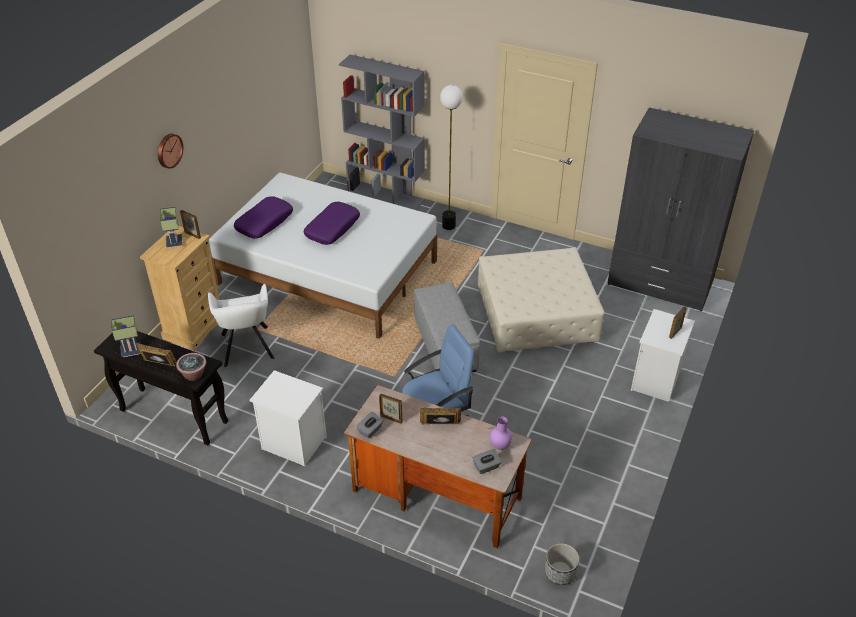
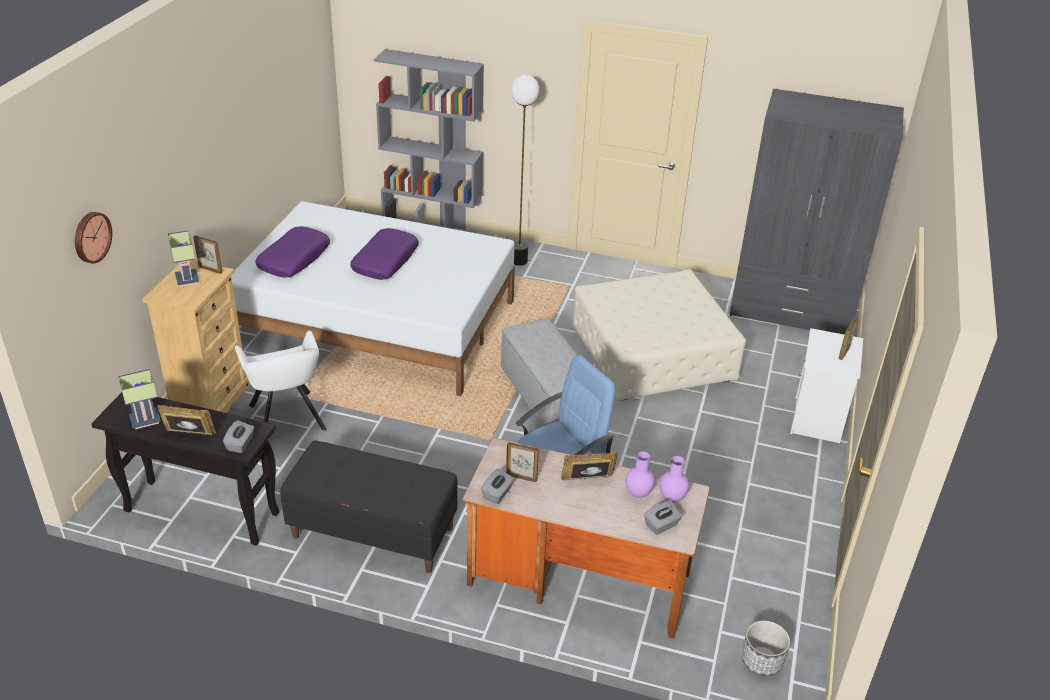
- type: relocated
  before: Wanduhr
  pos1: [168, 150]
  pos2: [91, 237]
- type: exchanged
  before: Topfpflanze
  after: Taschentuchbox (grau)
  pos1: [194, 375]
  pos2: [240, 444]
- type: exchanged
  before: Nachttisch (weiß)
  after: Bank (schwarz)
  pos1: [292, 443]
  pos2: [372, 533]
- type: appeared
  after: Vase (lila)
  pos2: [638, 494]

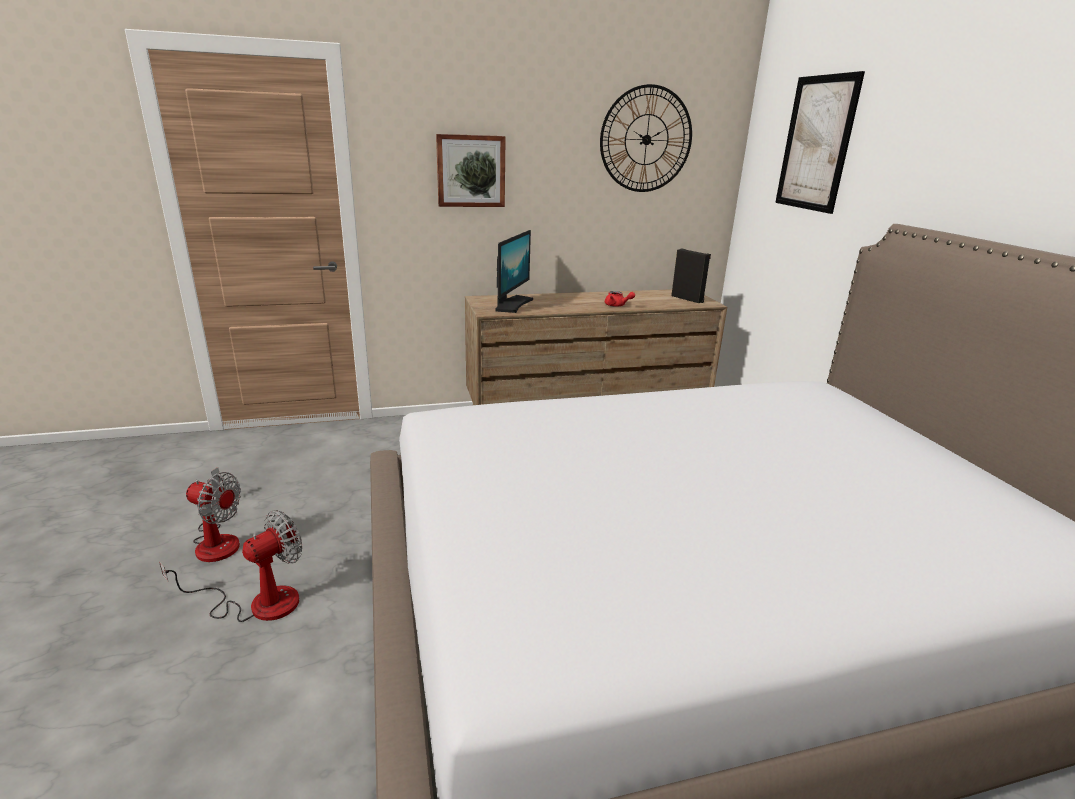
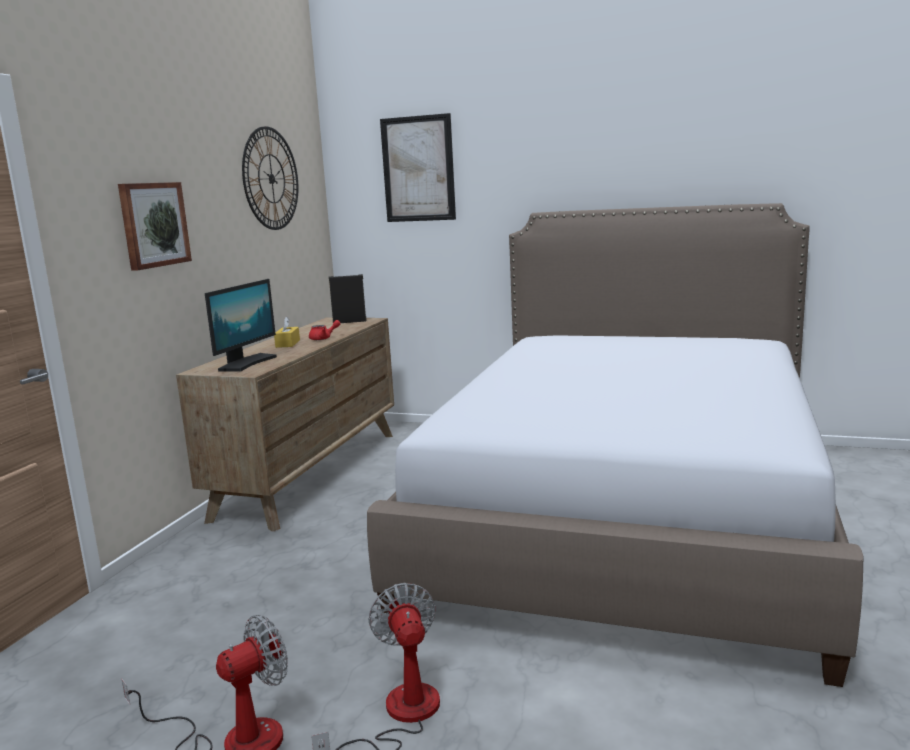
- type: spun
  before: Monitor
  pos1: [512, 304]
  pos2: [246, 363]
  turn: 60
- type: appeared
  after: Taschentuchbox (gelb)
  pos2: [288, 343]

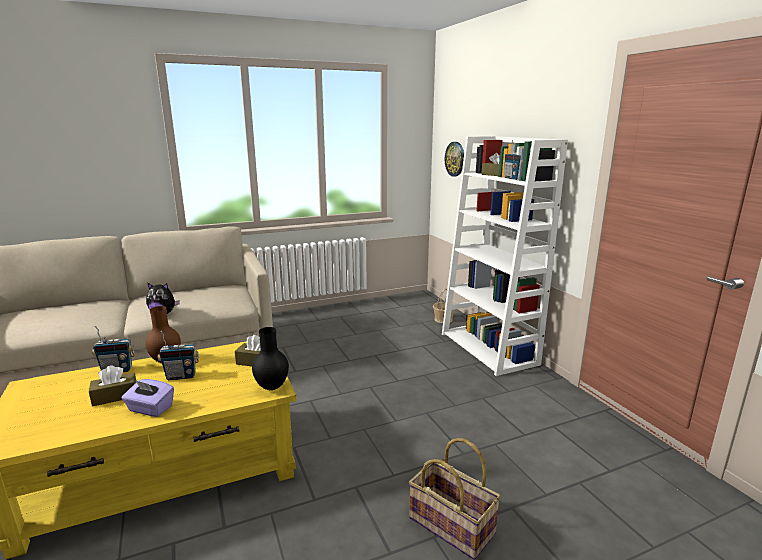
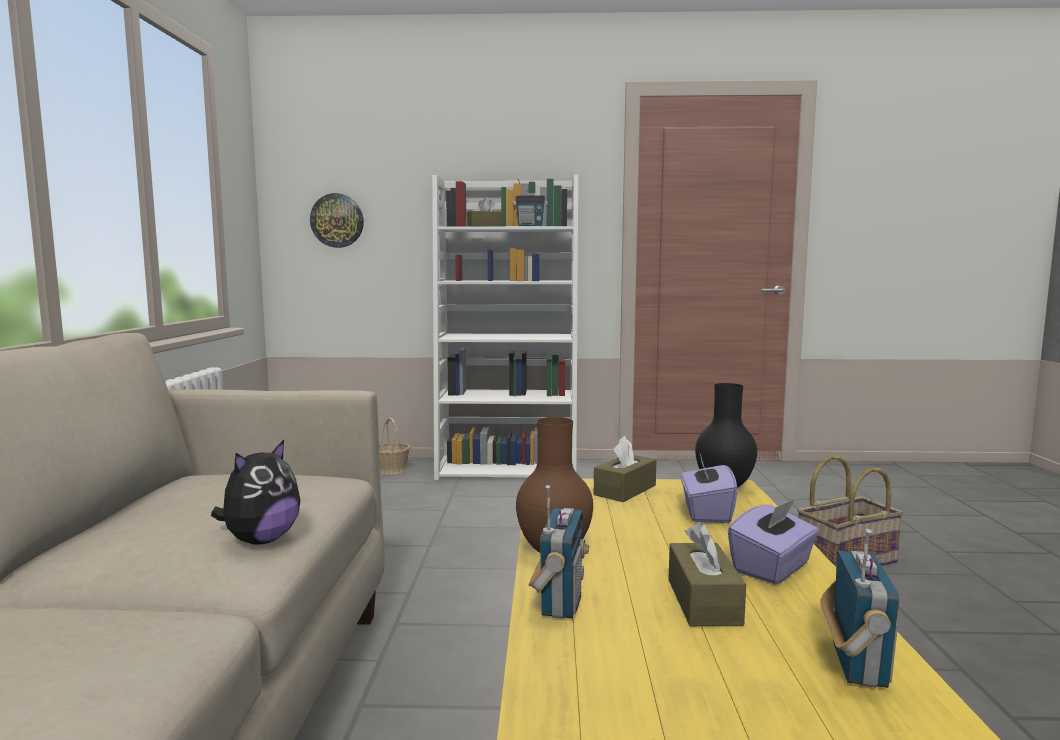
- type: relocated
  before: Radio
  pos1: [181, 376]
  pos2: [856, 665]
- type: appeared
  after: Taschentuchbox (lila)
  pos2: [706, 512]

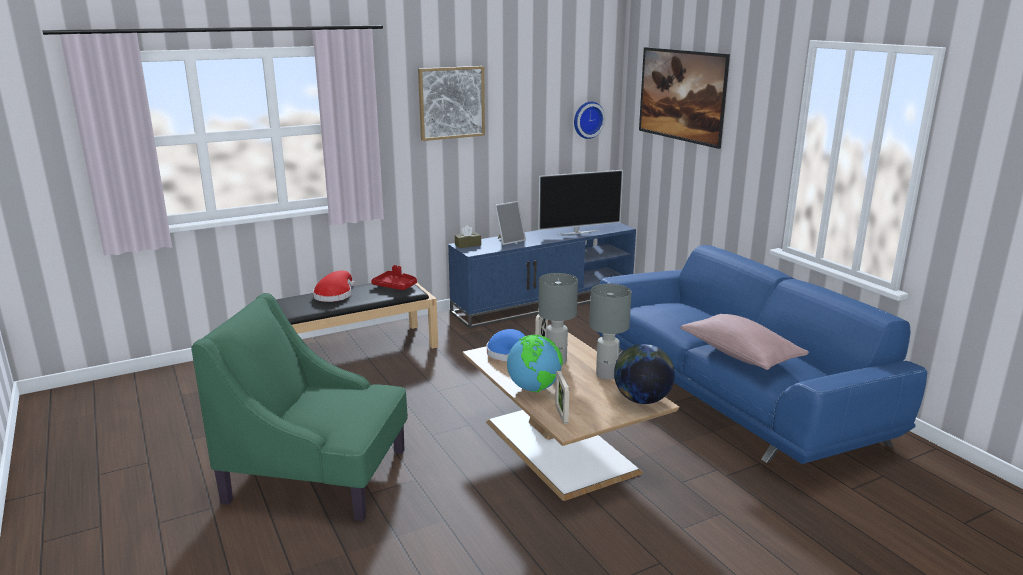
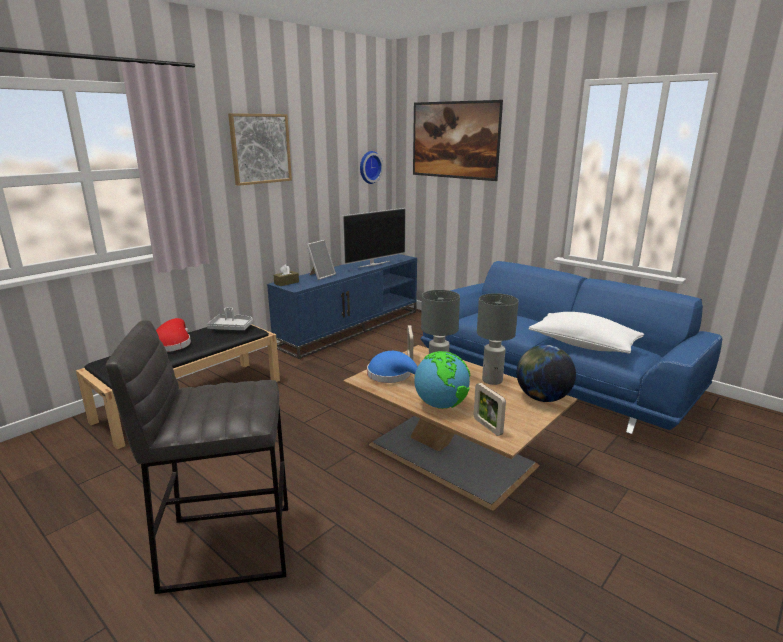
- type: colour
  before: Tablett (rot)
  after: Tablett (grau)
  pos1: [395, 286]
  pos2: [231, 327]
- type: exchanged
  before: Sessel (grün)
  after: Hocker (grau)
  pos1: [319, 475]
  pos2: [227, 545]
- type: colour
  before: Kissen (rosa)
  after: Kissen (weiß)
  pos1: [740, 355]
  pos2: [583, 345]

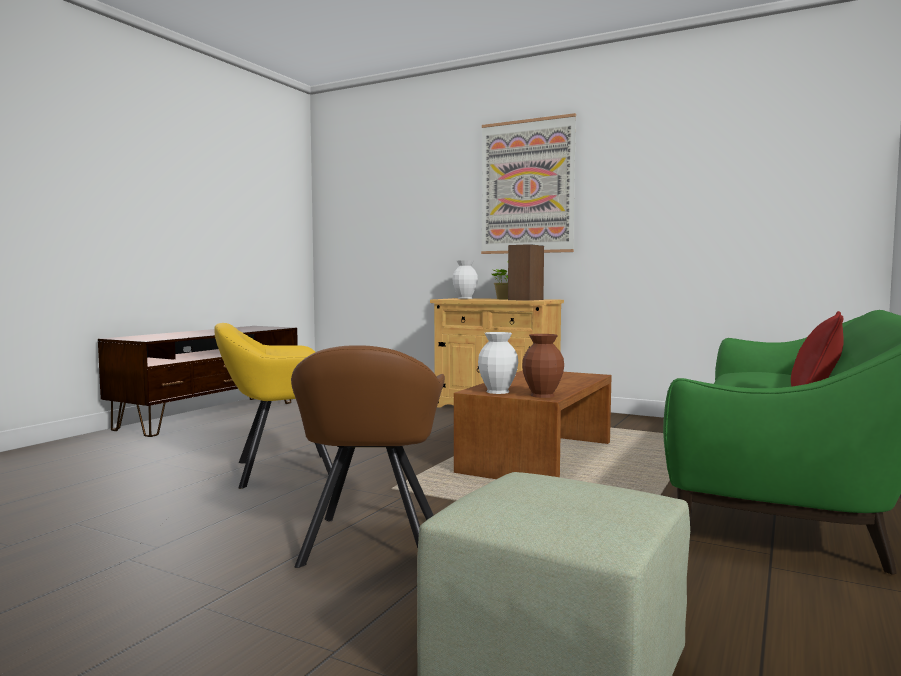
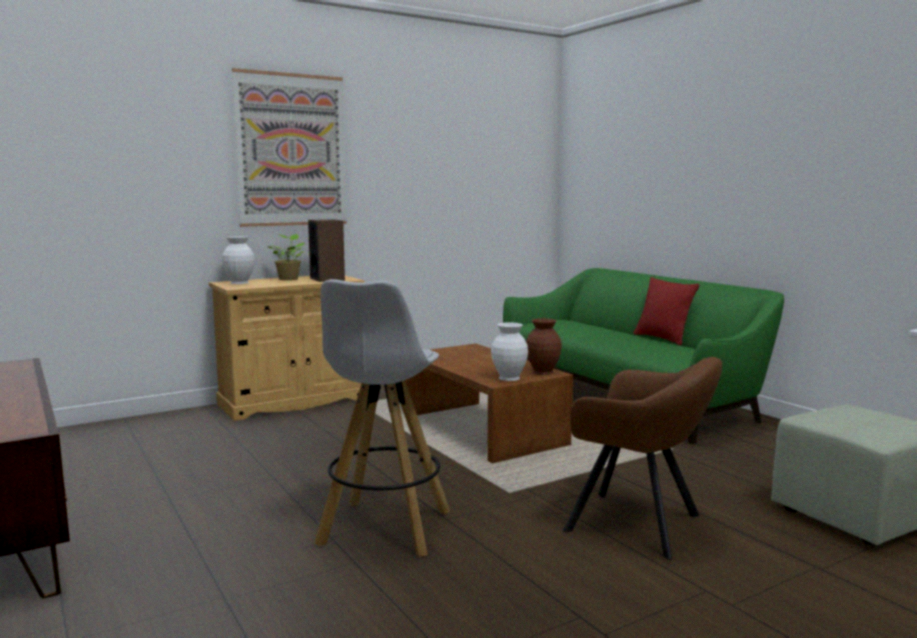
- type: exchanged
  before: Sessel (gelb)
  after: Hocker (weiß)
  pos1: [279, 470]
  pos2: [384, 529]

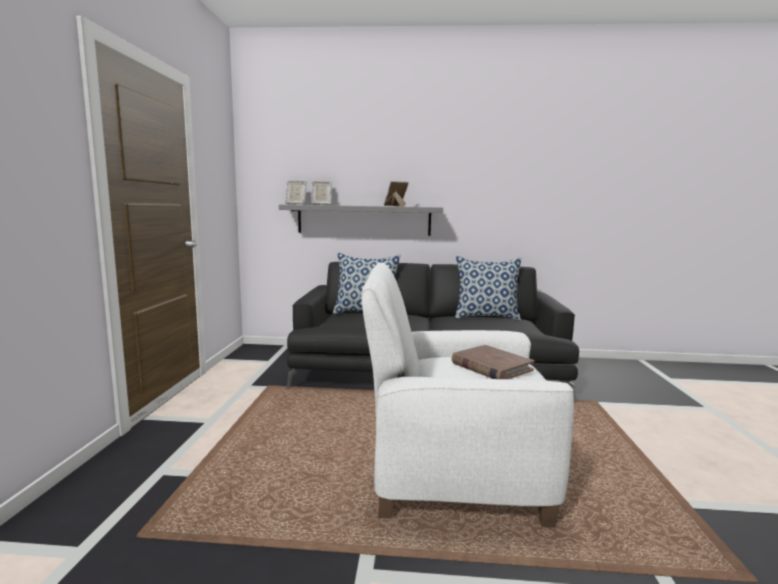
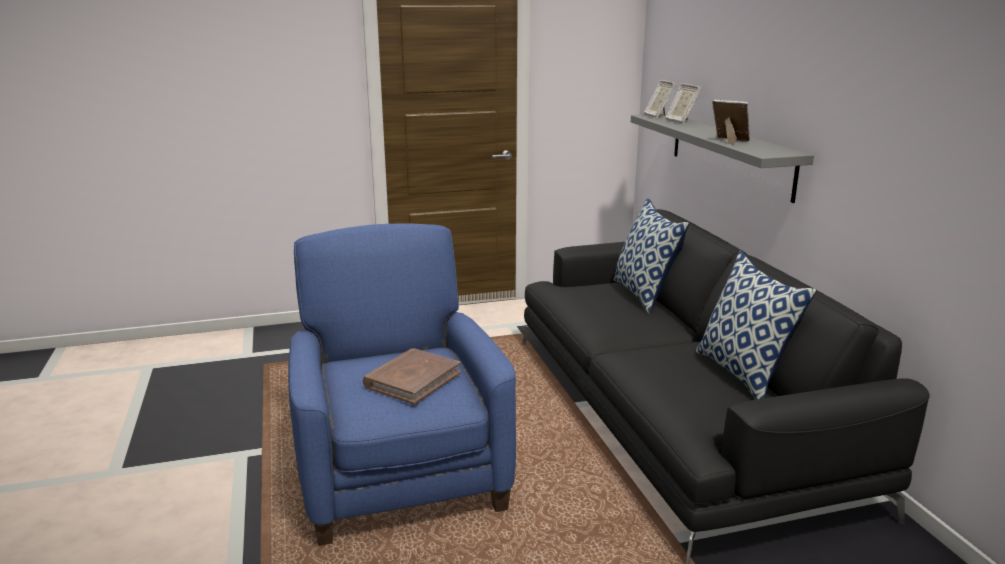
- type: colour
  before: Sessel (weiß)
  after: Sessel (blau)
  pos1: [453, 471]
  pos2: [400, 474]

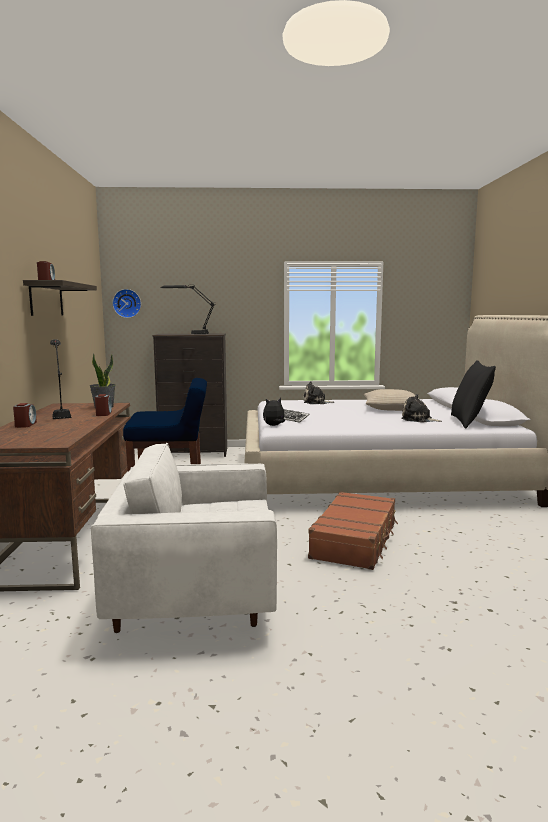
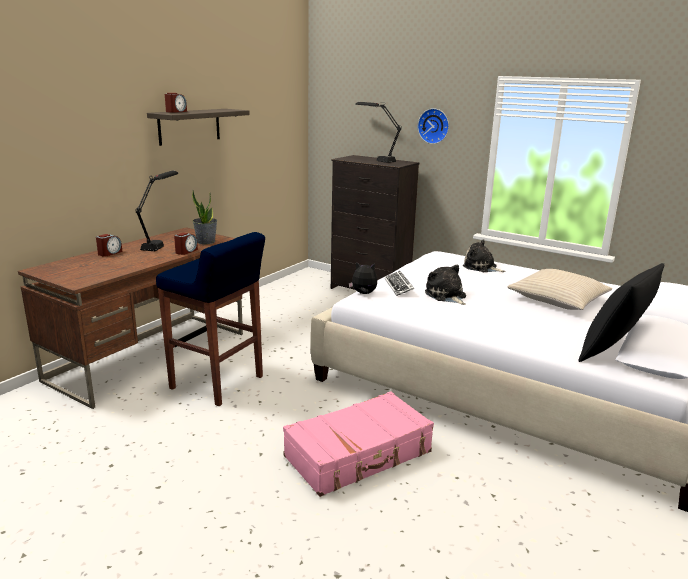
- type: relocated
  before: Wanduhr
  pos1: [127, 303]
  pos2: [434, 126]
- type: relocated
  before: Plüschtier
  pos1: [418, 419]
  pos2: [446, 296]
- type: missing
  before: Sessel (weiß)
  pos1: [196, 597]
- type: colour
  before: Koffer (braun)
  after: Koffer (rosa)
  pos1: [355, 540]
  pos2: [359, 455]

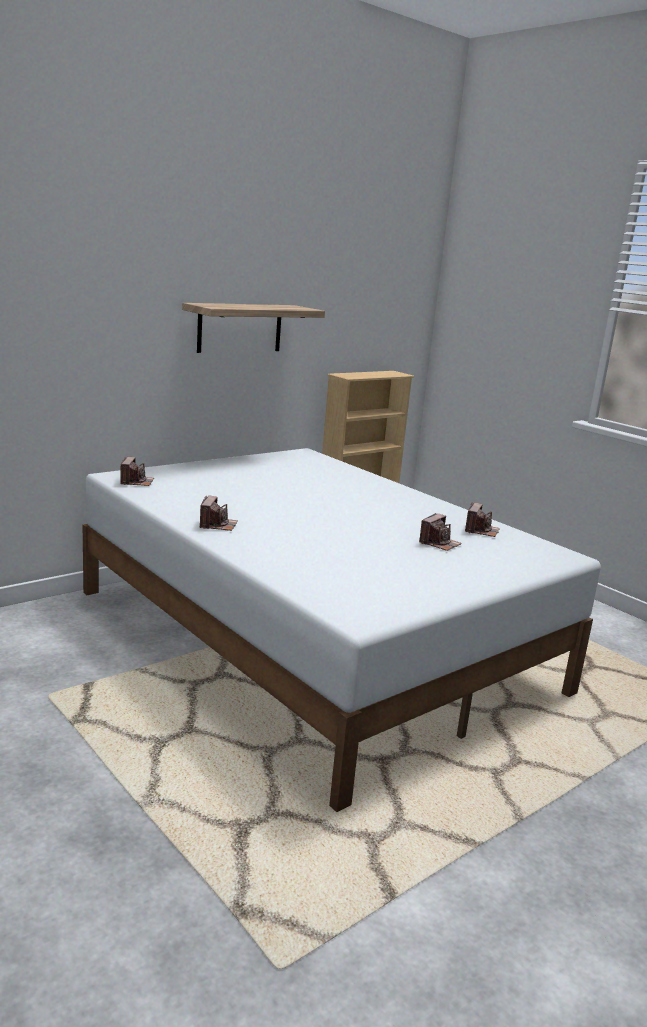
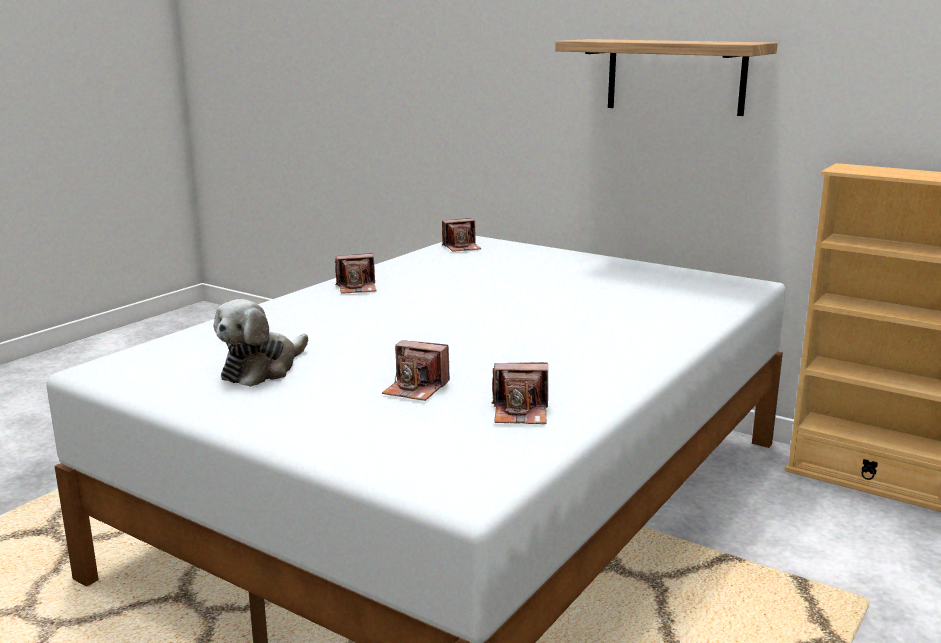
- type: appeared
  after: Plüschtier
  pos2: [262, 369]

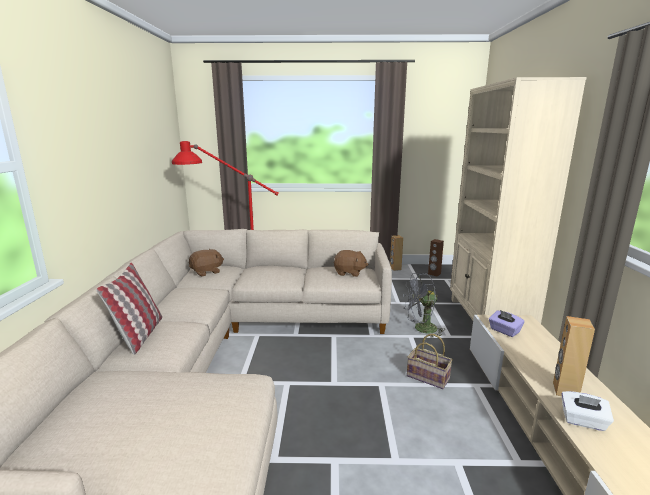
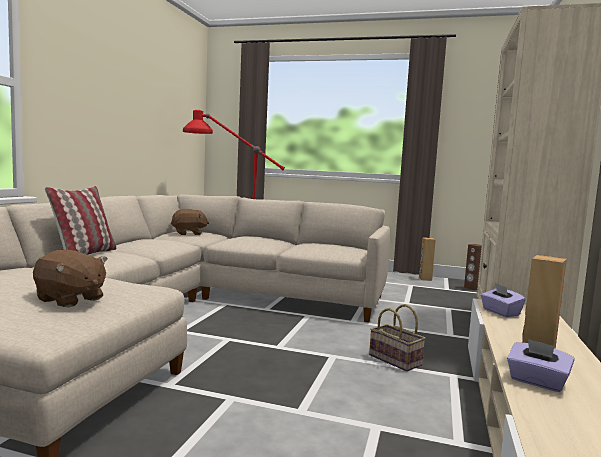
- type: relocated
  before: Plüschtier (braun)
  pos1: [349, 273]
  pos2: [70, 300]
- type: missing
  before: Ventilator (grau)
  pos1: [421, 329]
- type: colour
  before: Taschentuchbox (weiß)
  after: Taschentuchbox (lila)
  pos1: [583, 421]
  pos2: [537, 382]

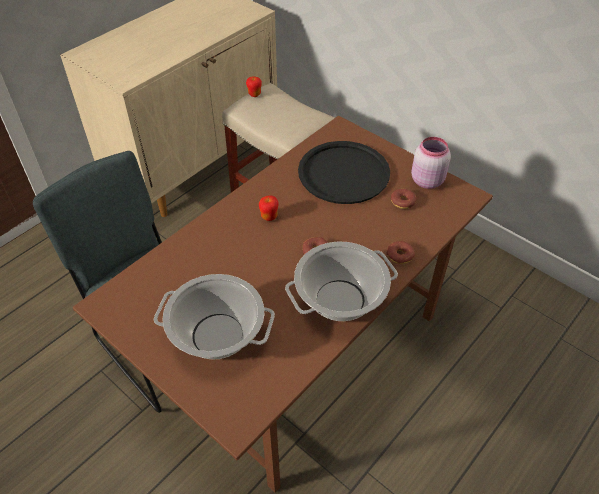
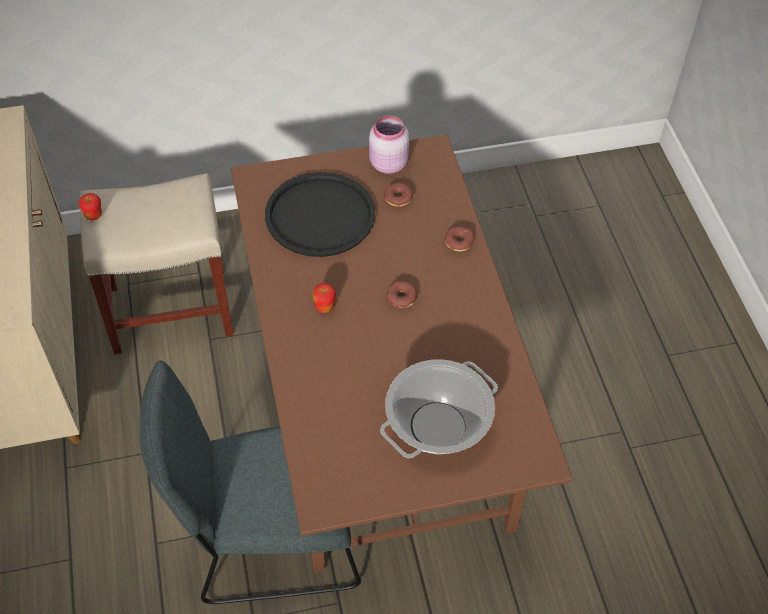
- type: missing
  before: Kochtopf
  pos1: [340, 299]

